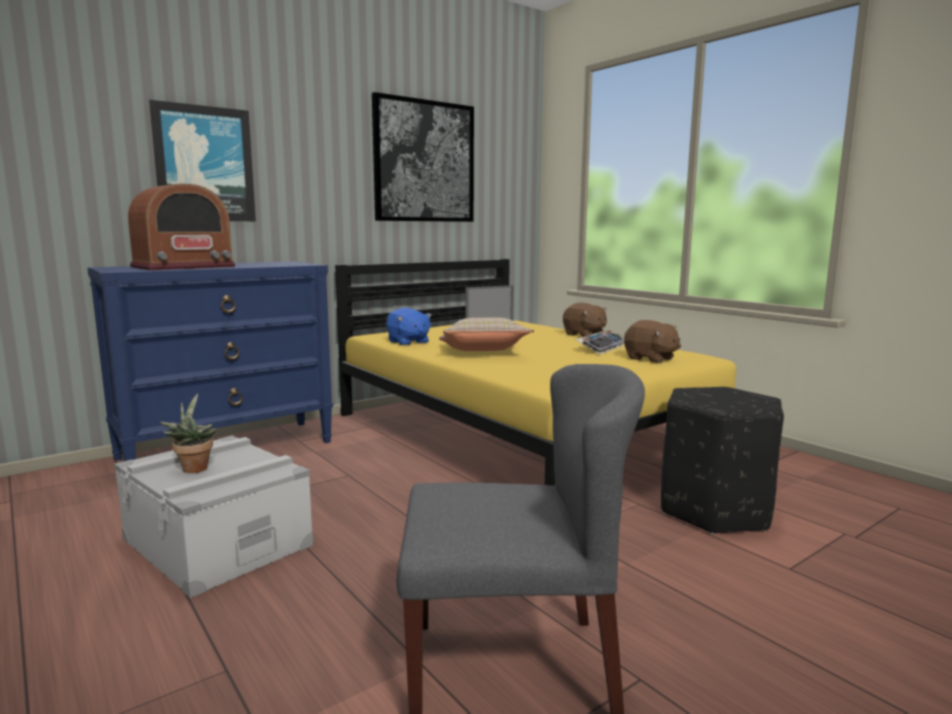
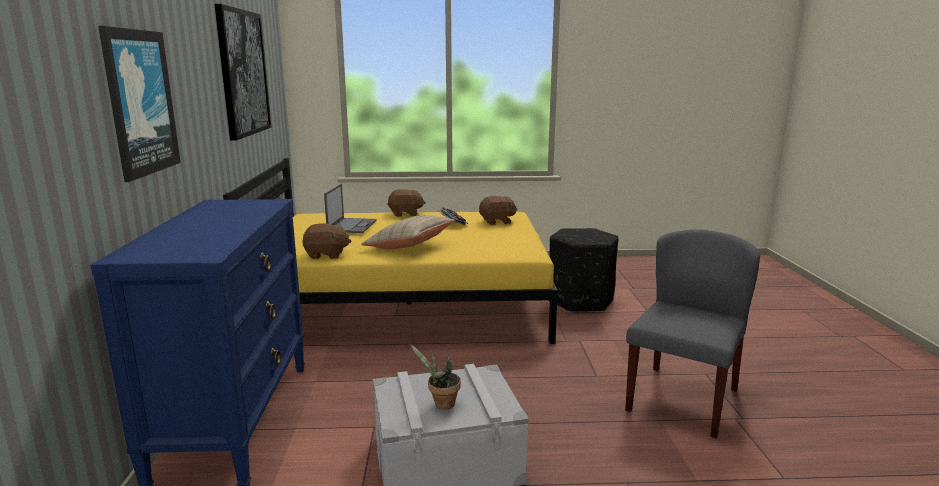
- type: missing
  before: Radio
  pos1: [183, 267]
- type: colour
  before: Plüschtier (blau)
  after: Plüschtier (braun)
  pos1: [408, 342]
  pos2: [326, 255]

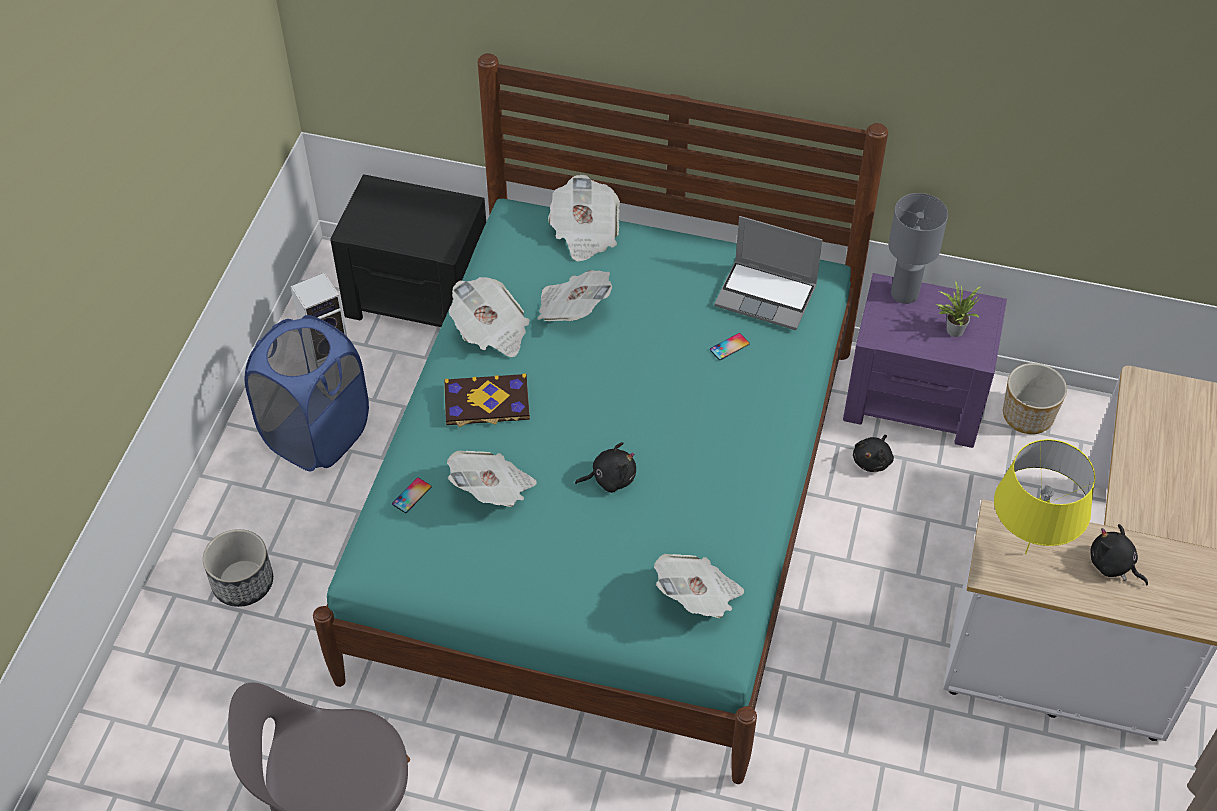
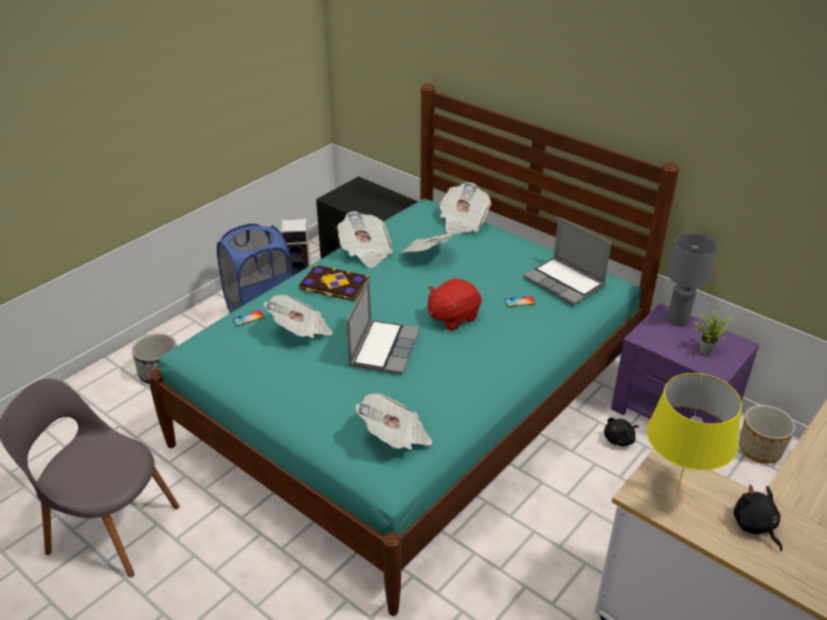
- type: exchanged
  before: Plüschtier (schwarz)
  after: Laptop
  pos1: [610, 478]
  pos2: [383, 348]
- type: appeared
  after: Plüschtier (rot)
  pos2: [452, 317]

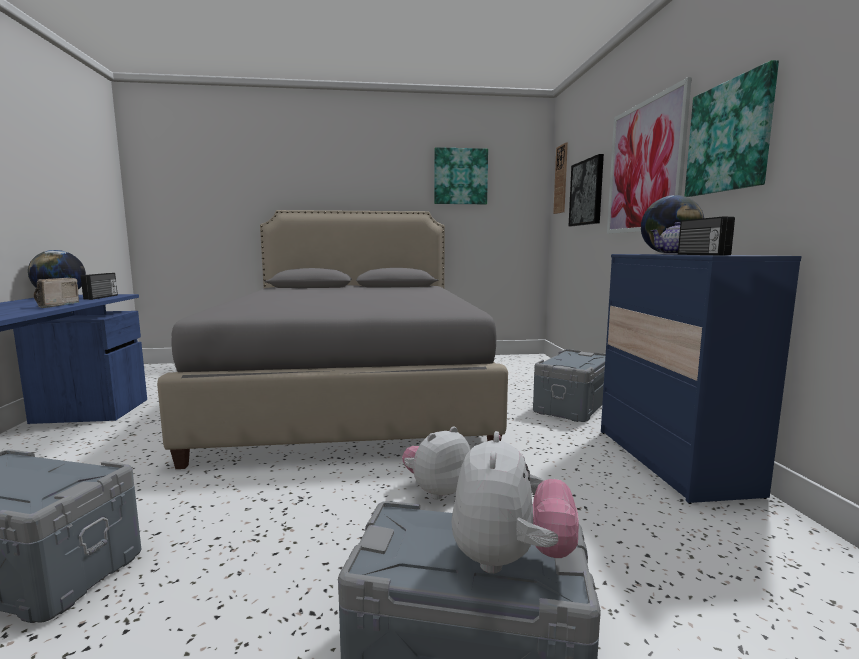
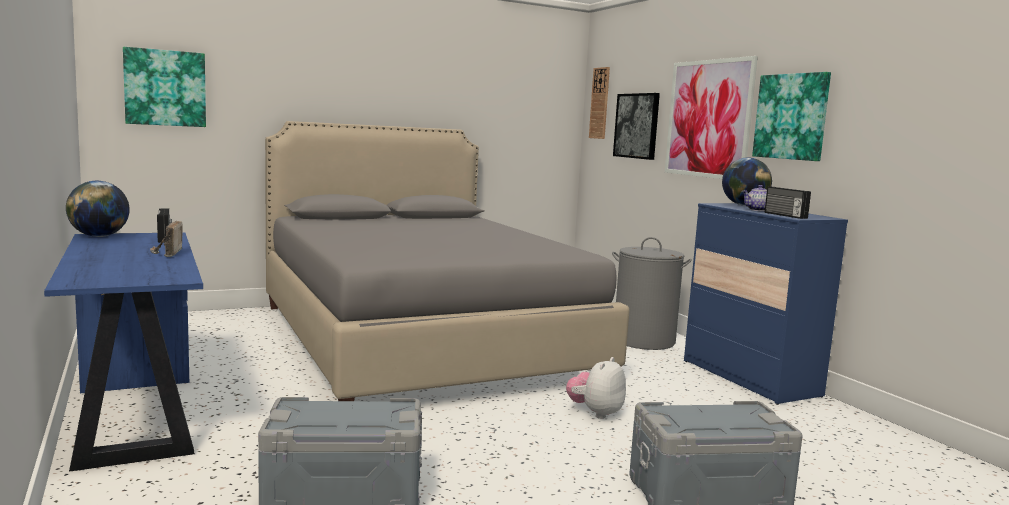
- type: relocated
  before: Bild
  pos1: [460, 176]
  pos2: [165, 88]
- type: exchanged
  before: Aufbewahrungsbox (grau)
  after: Wäschekorb (grau)
  pos1: [573, 406]
  pos2: [644, 340]
- type: missing
  before: Plüschtier
  pos1: [509, 560]

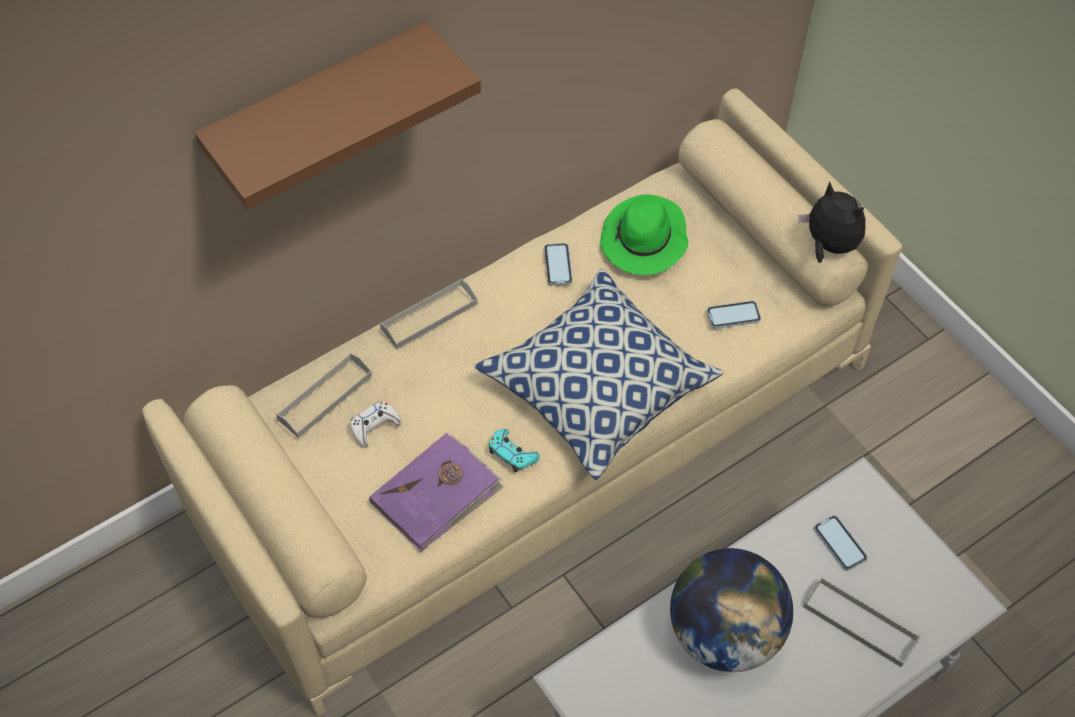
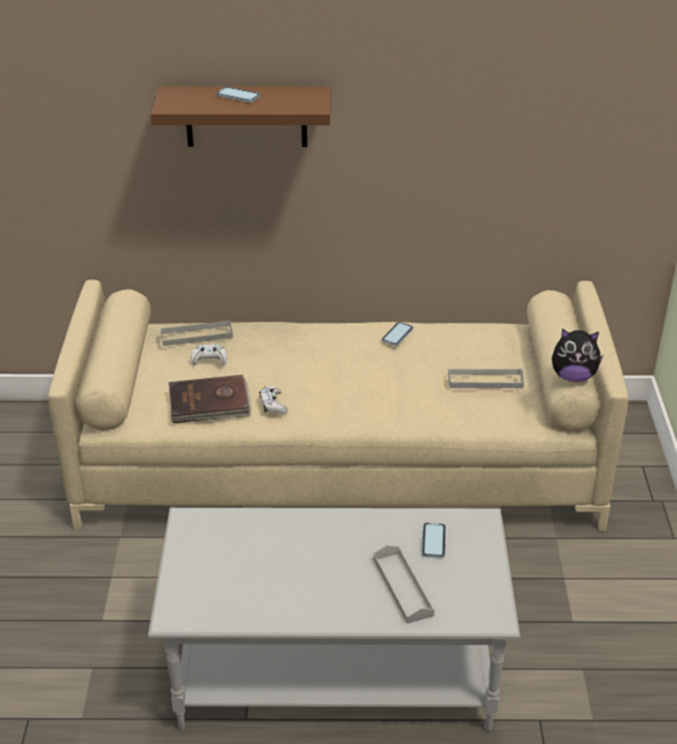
- type: spun
  before: Plüschtier
  pos1: [828, 245]
  pos2: [573, 376]
  turn: 105
- type: missing
  before: Hut (grün)
  pos1: [644, 240]
- type: missing
  before: Kissen
  pos1: [598, 386]
- type: relocated
  before: Tablett (grau)
  pos1: [429, 316]
  pos2: [485, 381]
- type: relocated
  before: Handy
  pos1: [733, 316]
  pos2: [238, 96]
- type: colour
  before: Gamepad (türkis)
  after: Gamepad (weiß)
  pos1: [512, 453]
  pos2: [273, 404]
- type: colour
  before: Buch (lila)
  after: Buch (braun)
  pos1: [437, 494]
  pos2: [210, 403]
- type: missing
  before: Globus
  pos1: [724, 632]

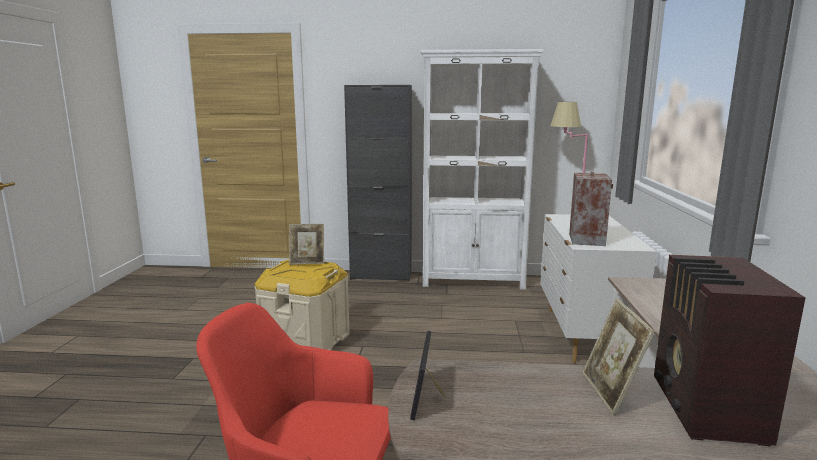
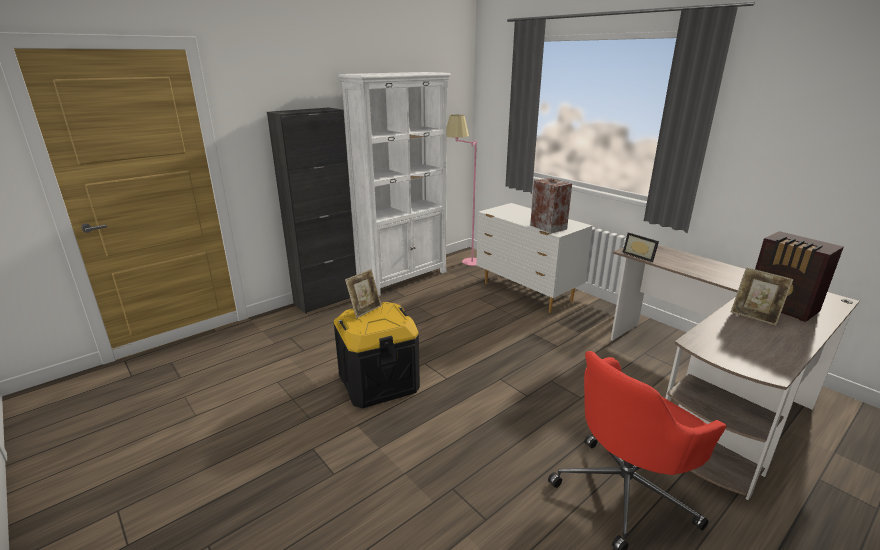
- type: colour
  before: Aufbewahrungsbox (beige)
  after: Aufbewahrungsbox (schwarz)
  pos1: [305, 341]
  pos2: [378, 382]
- type: relocated
  before: Bilderrahmen
  pos1: [430, 397]
  pos2: [640, 256]

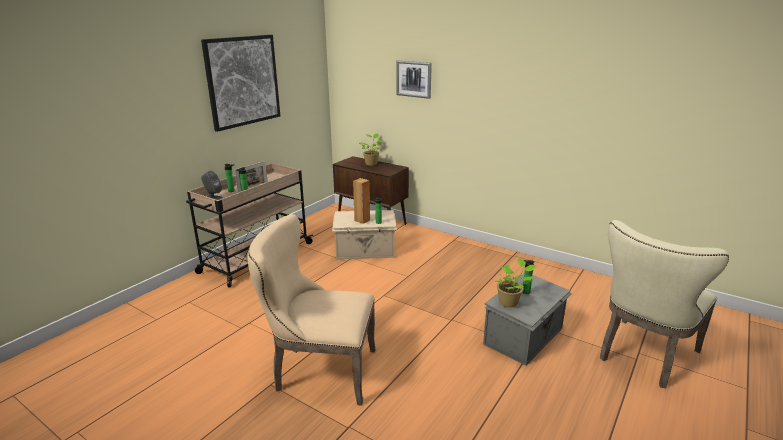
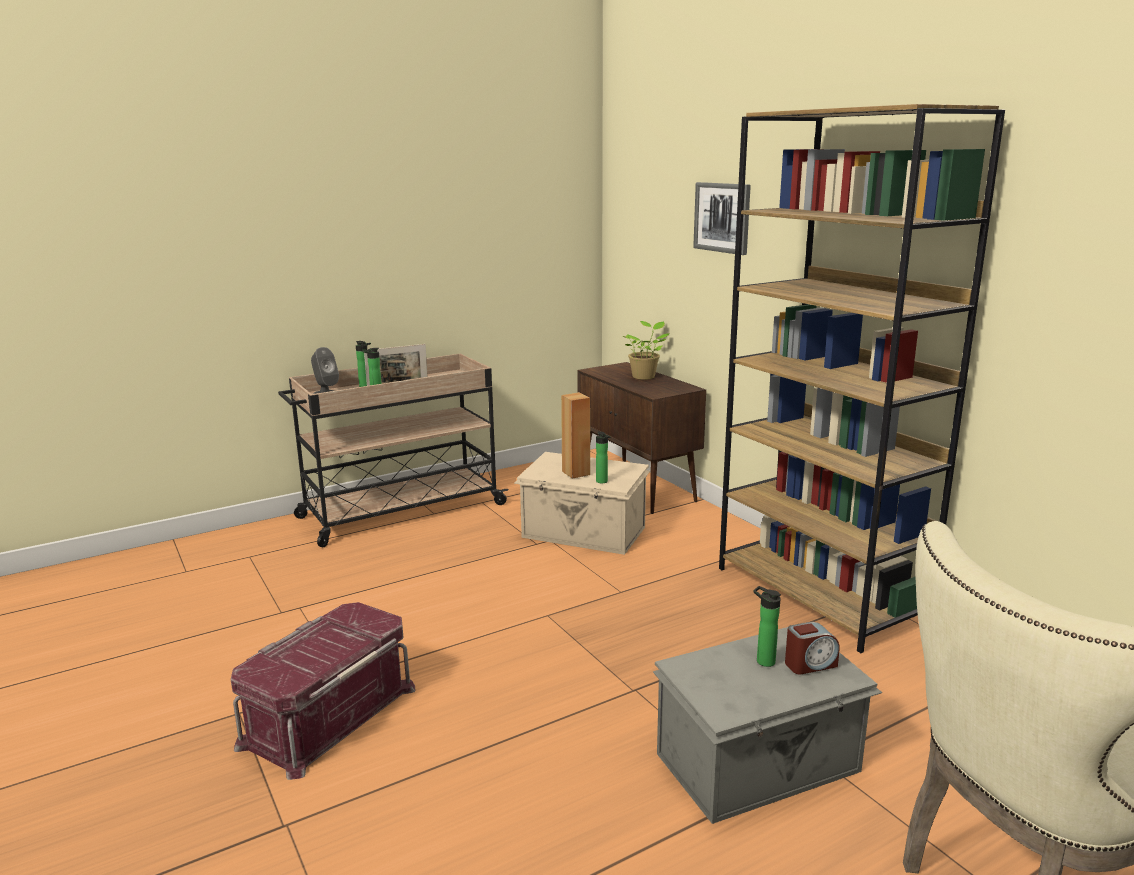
- type: missing
  before: Bild
  pos1: [243, 81]
- type: exchanged
  before: Stuhl (beige)
  after: Aufbewahrungsbox (rot)
  pos1: [319, 371]
  pos2: [327, 714]
- type: missing
  before: Topfpflanze
  pos1: [510, 302]
- type: appeared
  after: Bücherregal (braun)
  pos2: [820, 594]
- type: appeared
  after: Wecker
  pos2: [810, 664]

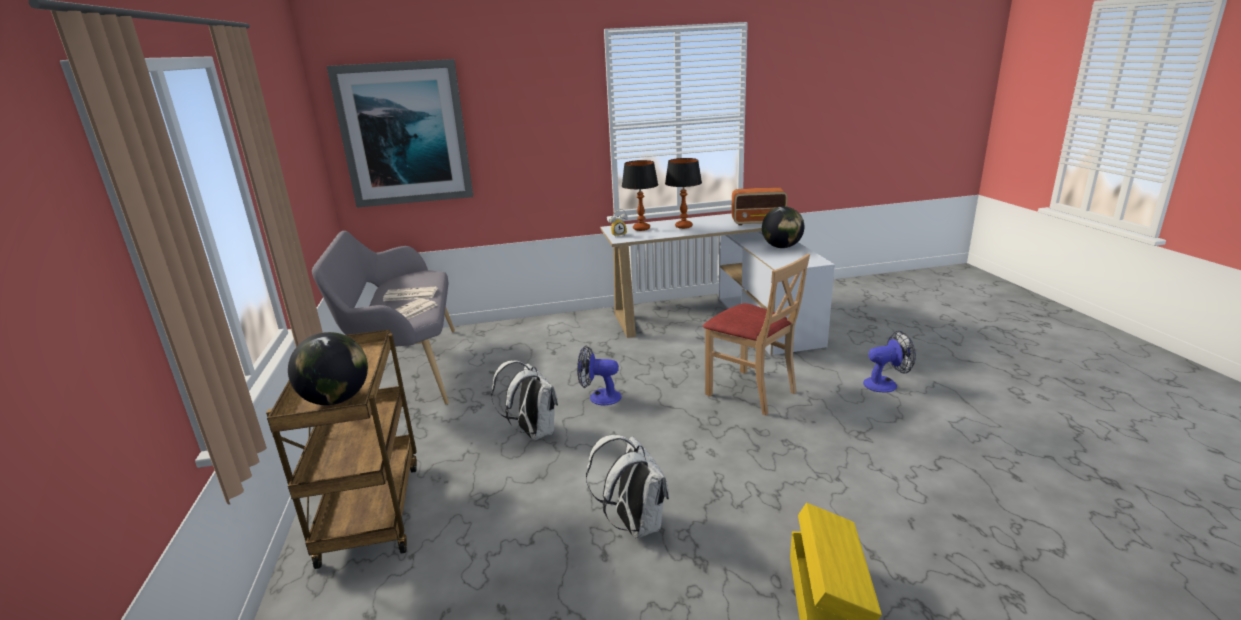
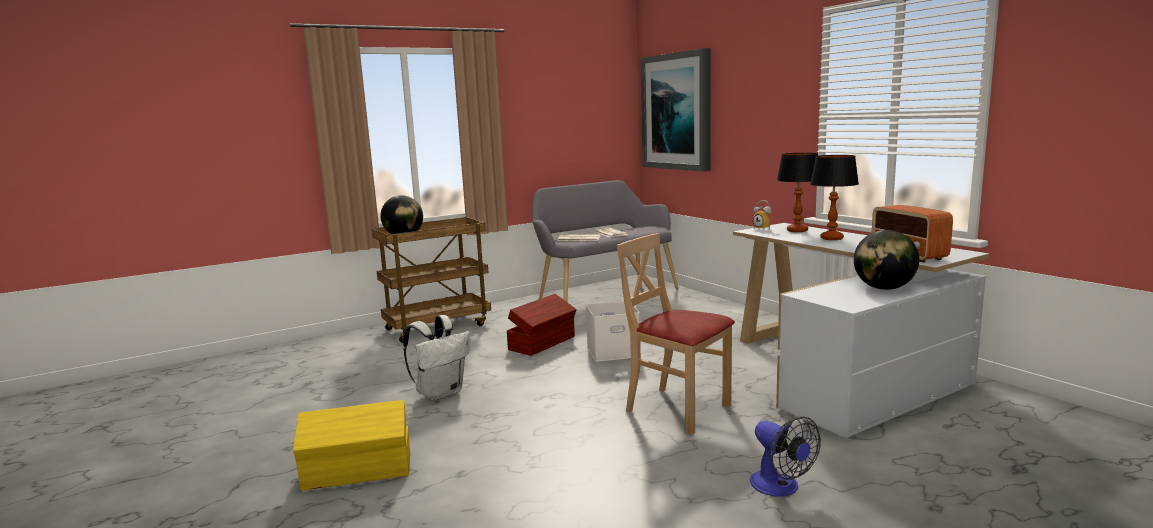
- type: spun
  before: Stuhl (beige)
  pos1: [751, 392]
  pos2: [677, 409]
  turn: 105
- type: exchanged
  before: Ventilator
  after: Aufbewahrungsbox (weiß)
  pos1: [599, 397]
  pos2: [612, 352]
- type: exchanged
  before: Rucksack (weiß)
  after: Aufbewahrungsbox (braun)
  pos1: [533, 432]
  pos2: [543, 343]

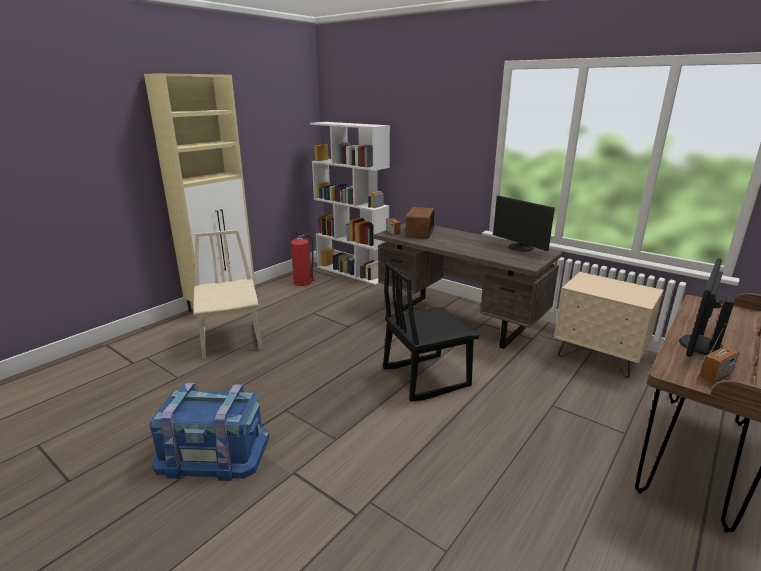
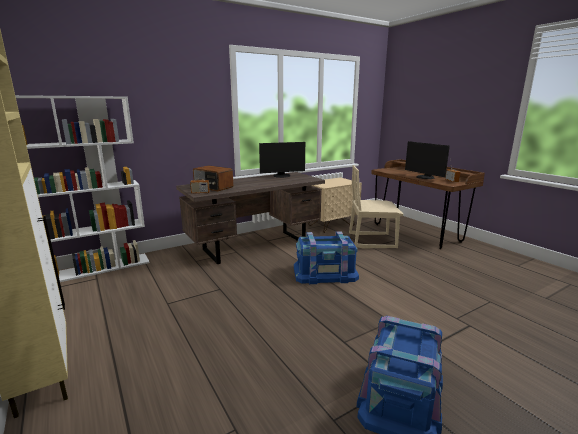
- type: relocated
  before: Stuhl (beige)
  pos1: [232, 340]
  pos2: [372, 240]
- type: missing
  before: Feuerlöscher
  pos1: [303, 282]
- type: exchanged
  before: Stuhl (schwarz)
  after: Aufbewahrungsbox (blau)
  pos1: [425, 377]
  pos2: [325, 273]

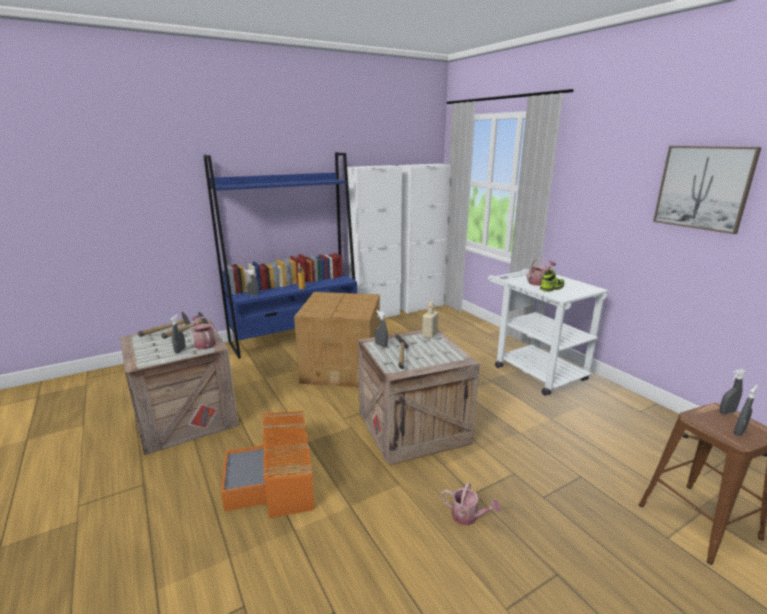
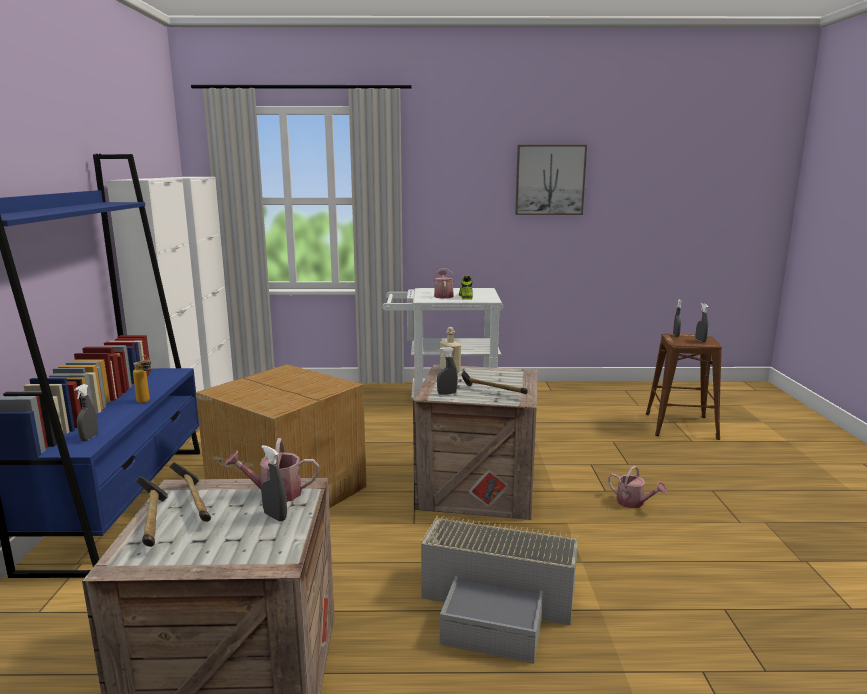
- type: colour
  before: Aufbewahrungsbox (orange)
  after: Aufbewahrungsbox (grau)
  pos1: [275, 479]
  pos2: [498, 604]
- type: spun
  before: Gießkanne
  pos1: [468, 517]
  pos2: [634, 503]
  turn: 75

